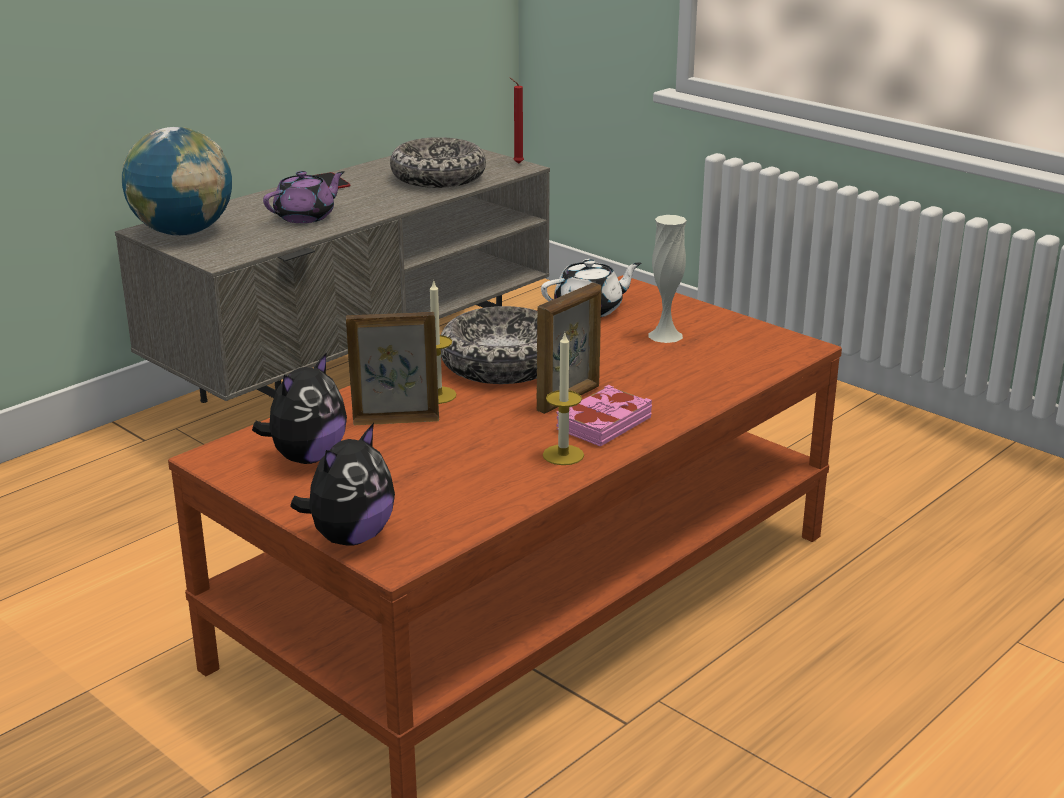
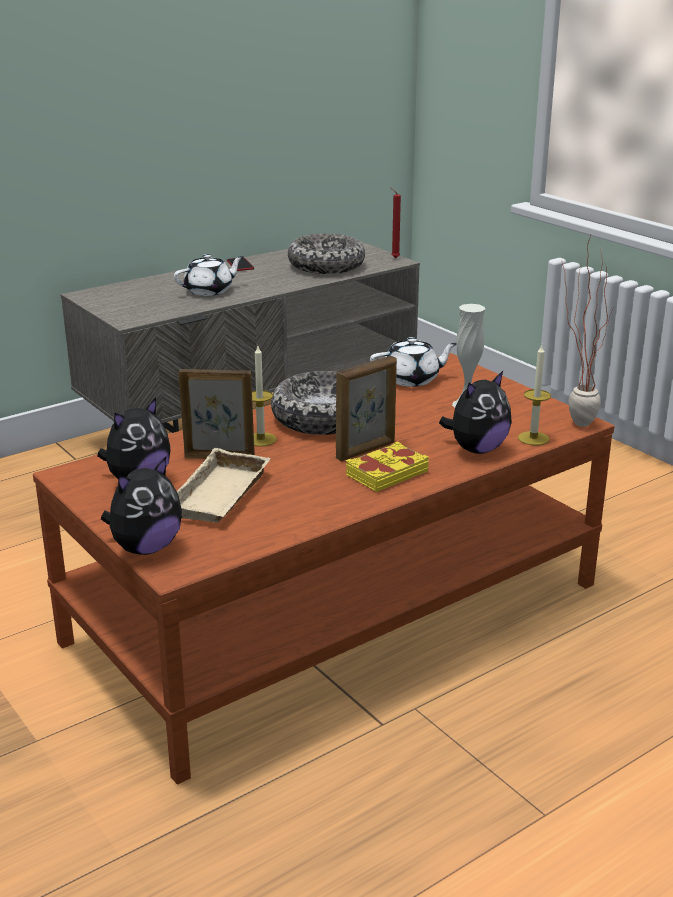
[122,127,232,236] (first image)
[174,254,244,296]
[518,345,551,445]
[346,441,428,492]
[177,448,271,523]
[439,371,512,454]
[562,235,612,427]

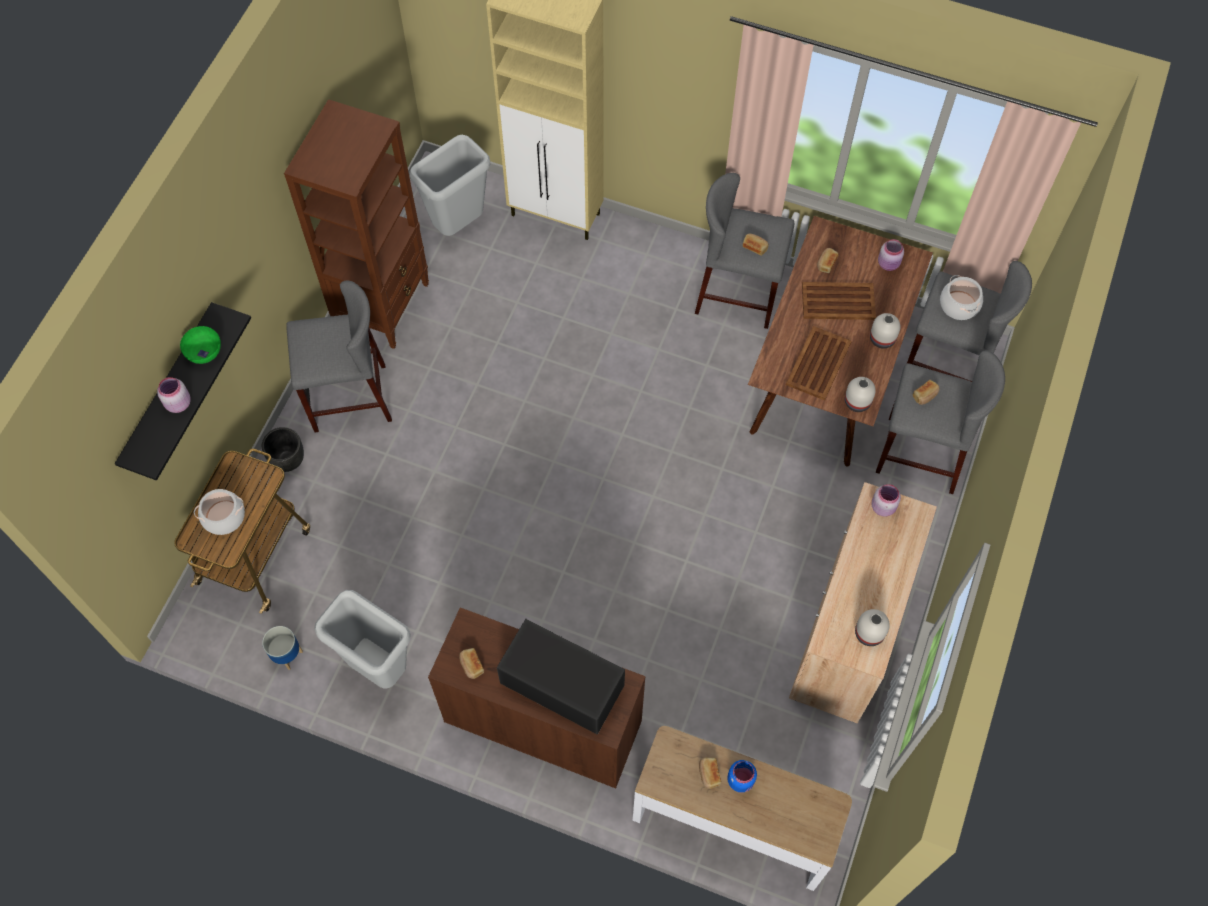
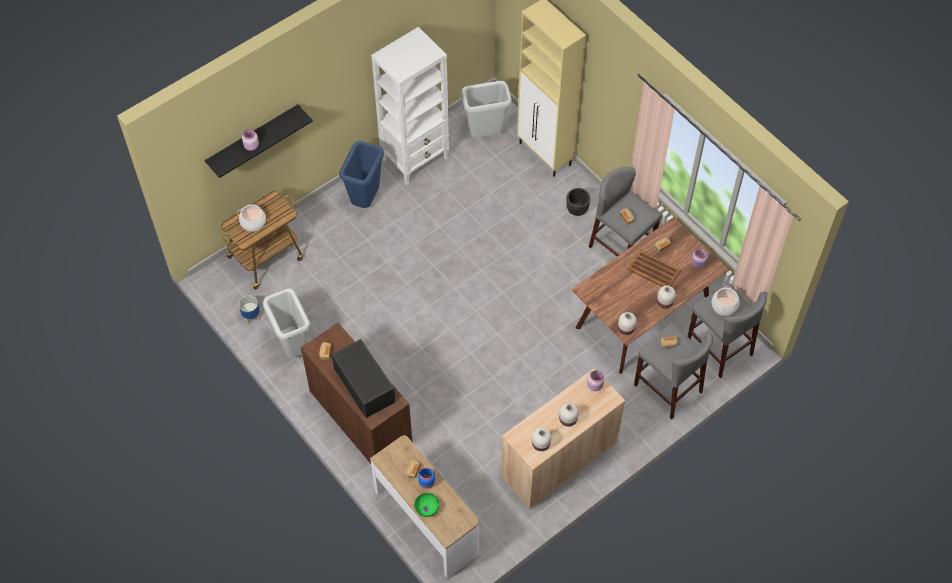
[415,493,439,517]
[566,188,590,216]
[371,27,449,186]
[339,141,384,208]
[786,326,852,400] (first image)
[559,403,579,426]

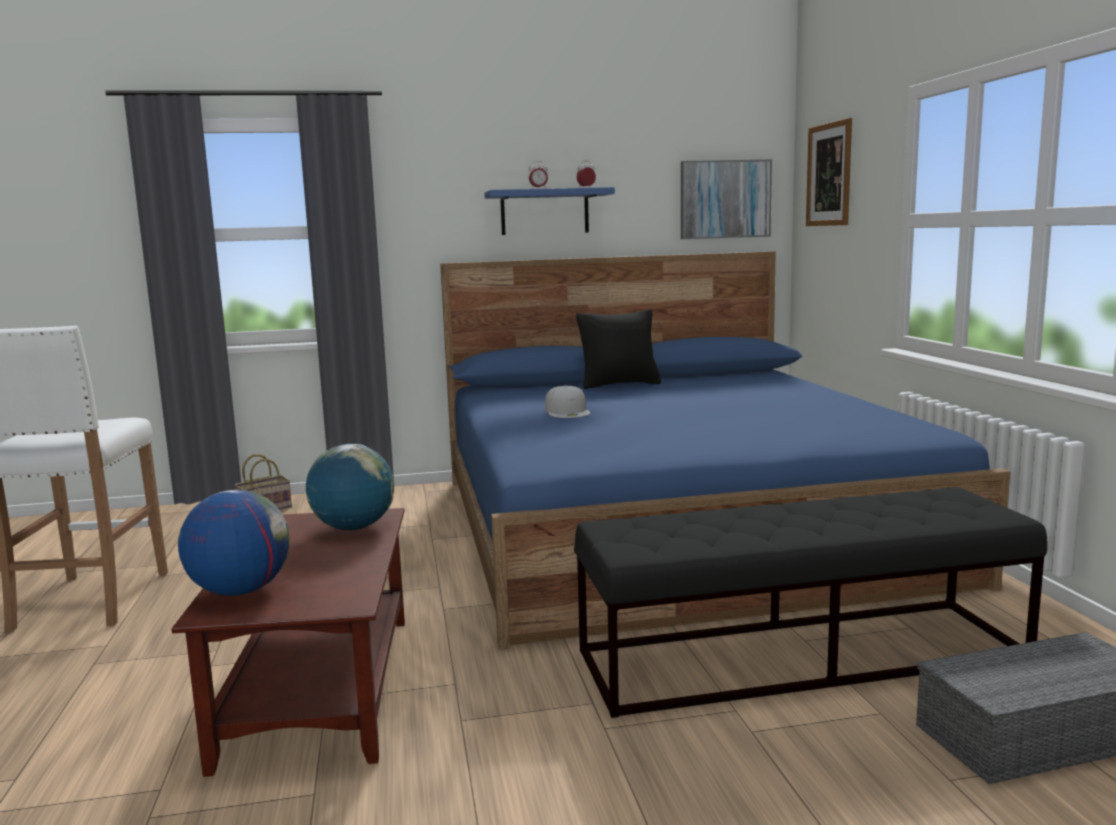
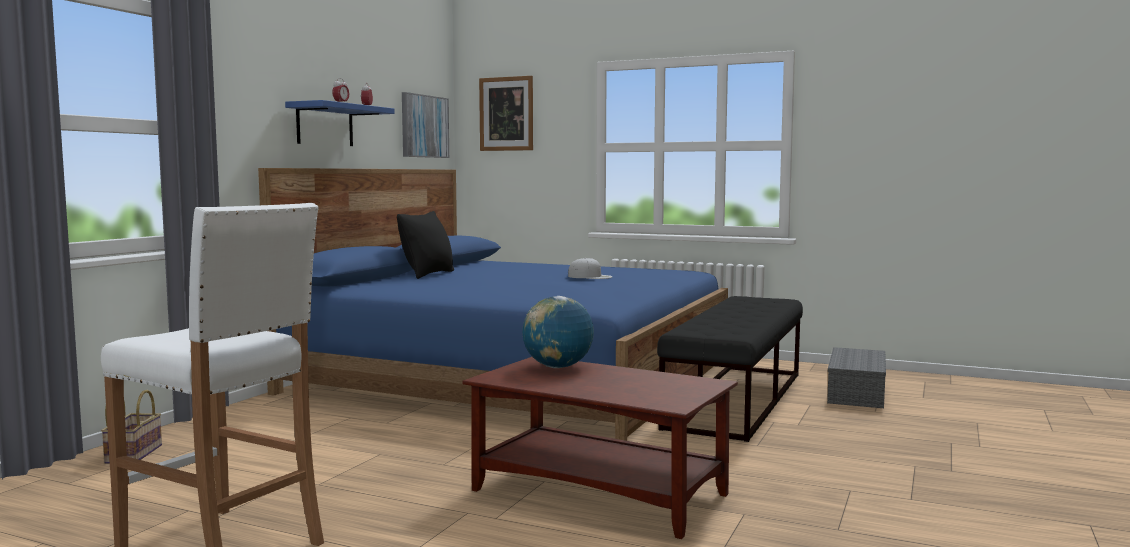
[178,490,290,596] (first image)
[568,258,612,279]

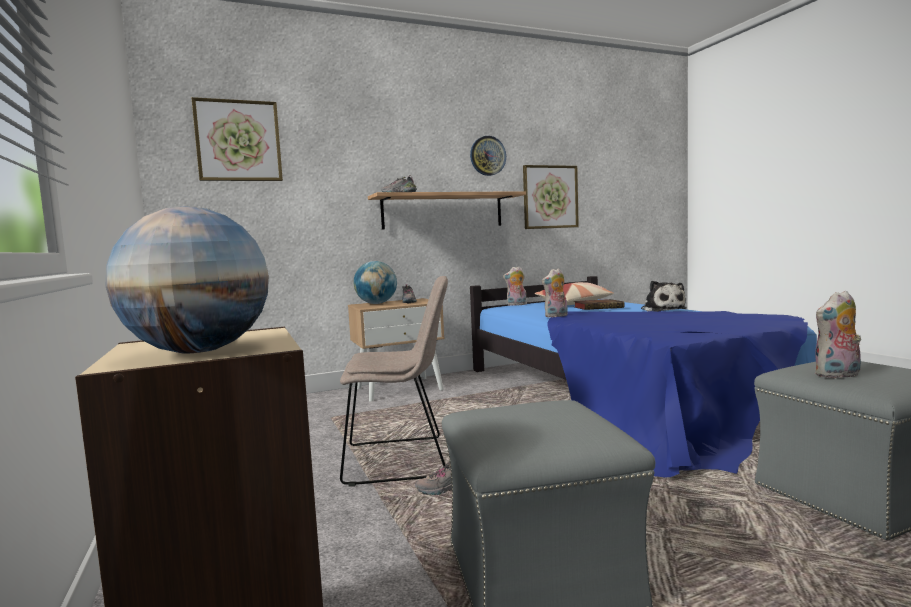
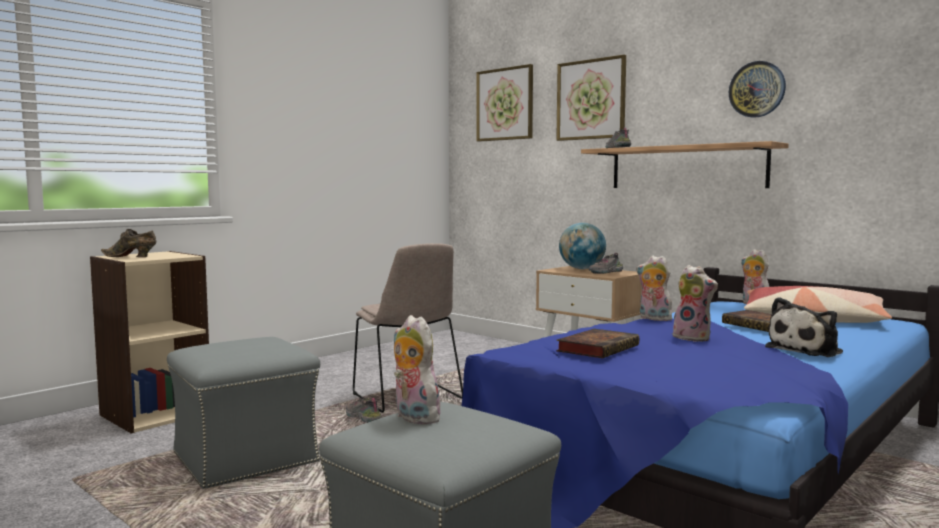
[101,229,157,257]
[556,55,626,141]
[556,329,639,358]
[672,265,718,342]

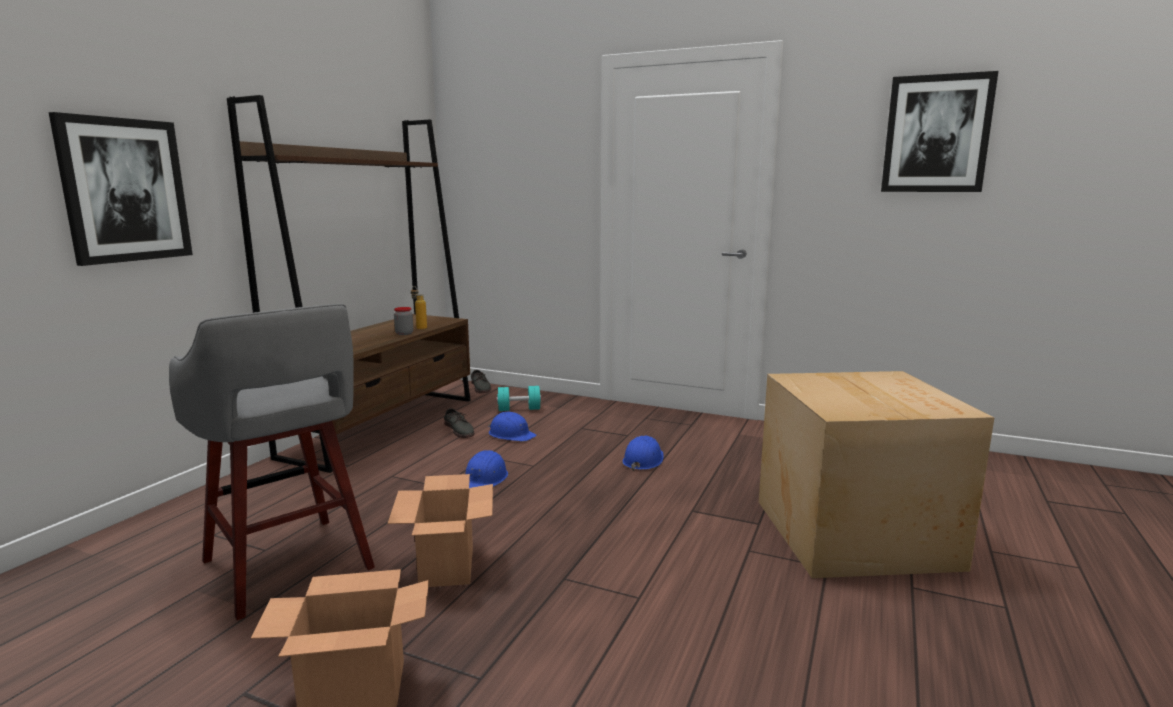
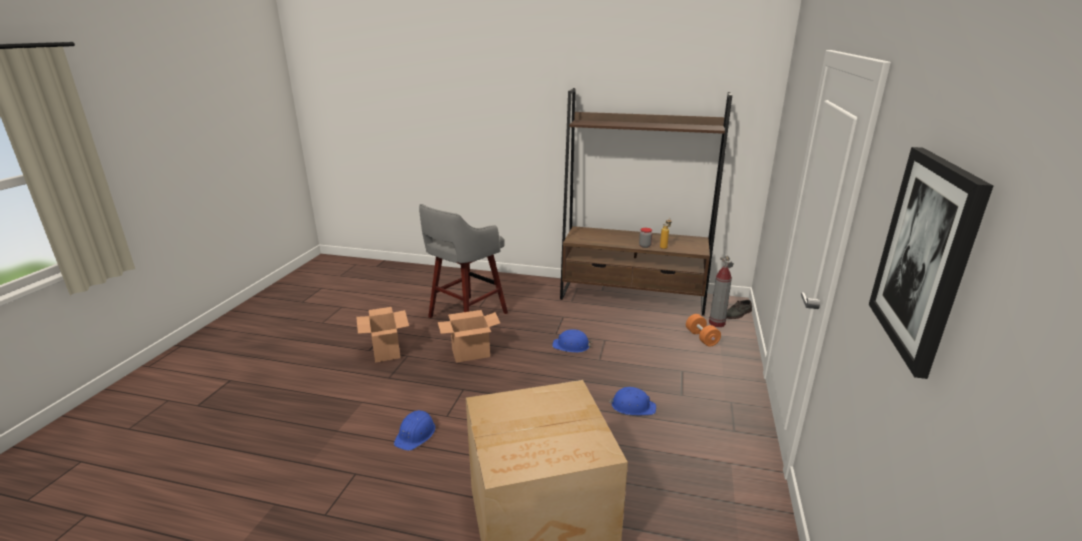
[49,112,193,266] (first image)
[444,408,474,438] (first image)
[394,410,436,451]
[686,314,721,347]
[709,255,734,327]

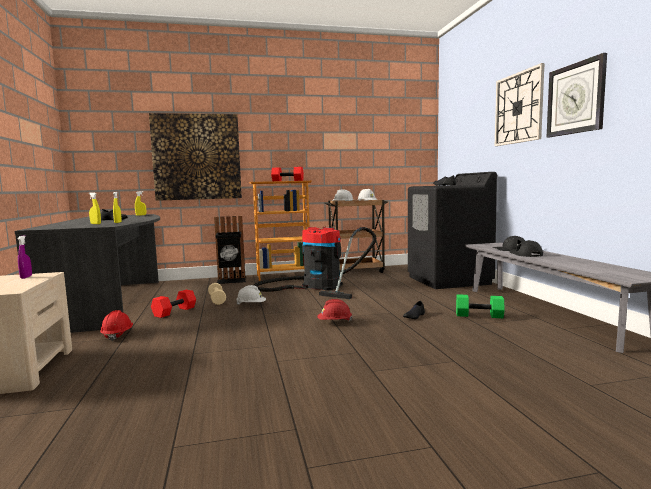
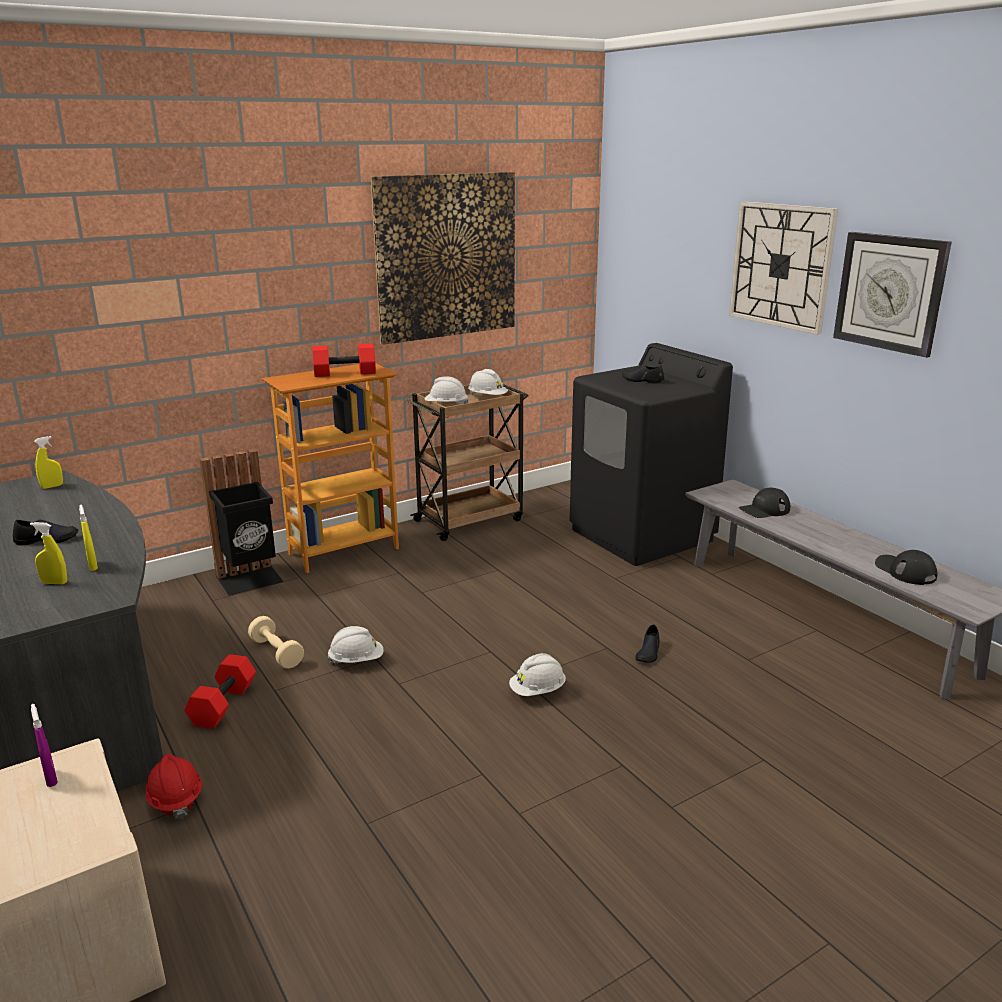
[371,172,515,345]
[254,227,376,299] (first image)
[509,653,566,696]
[456,294,505,318] (first image)
[875,550,937,585]

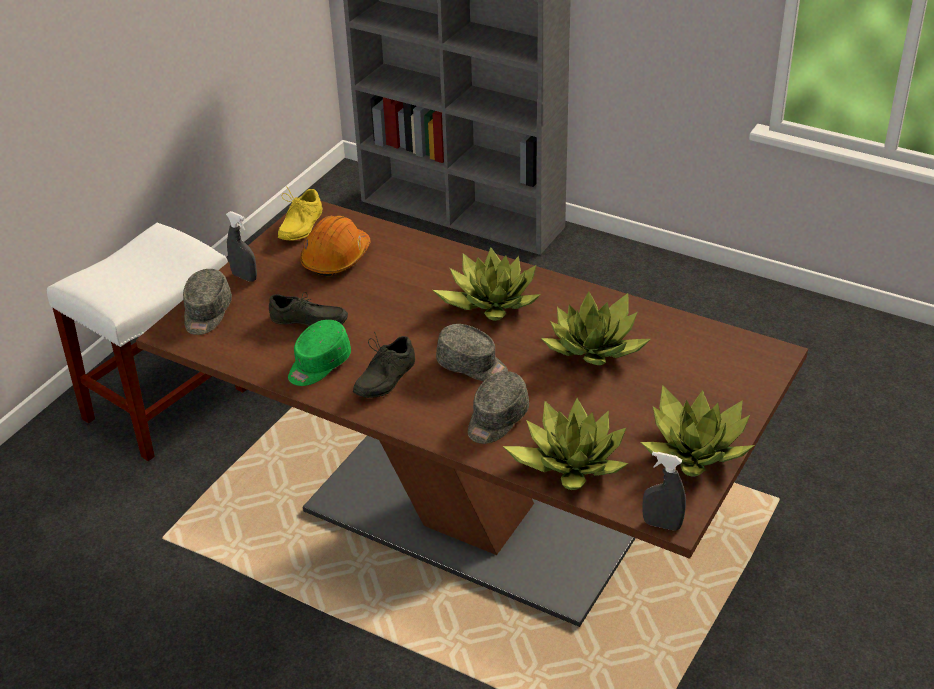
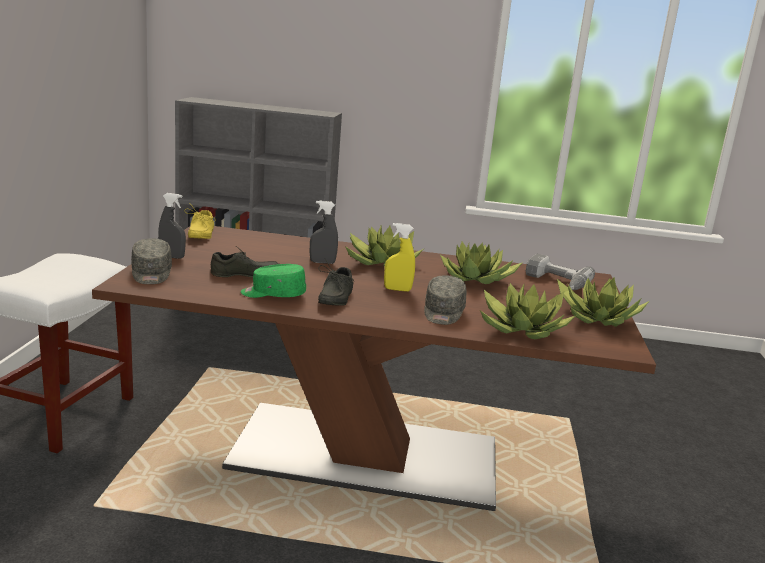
[241,264,306,298]
[300,216,370,276] (first image)
[384,223,415,292]
[310,200,338,264]
[526,254,595,290]

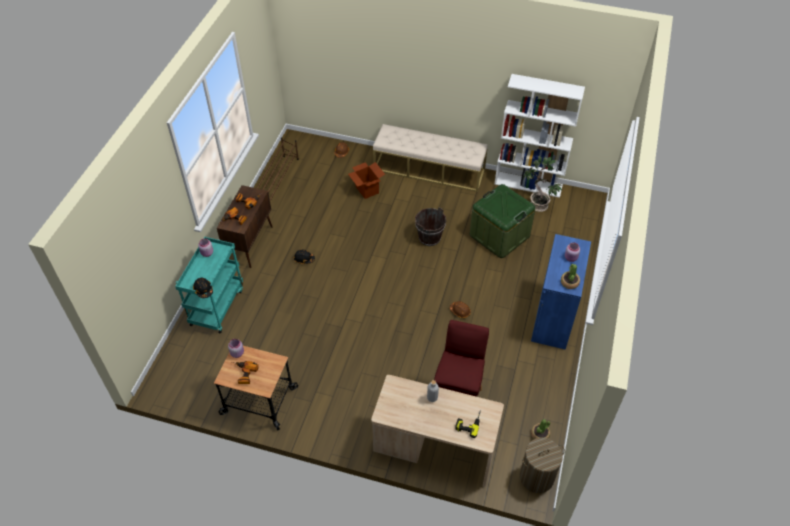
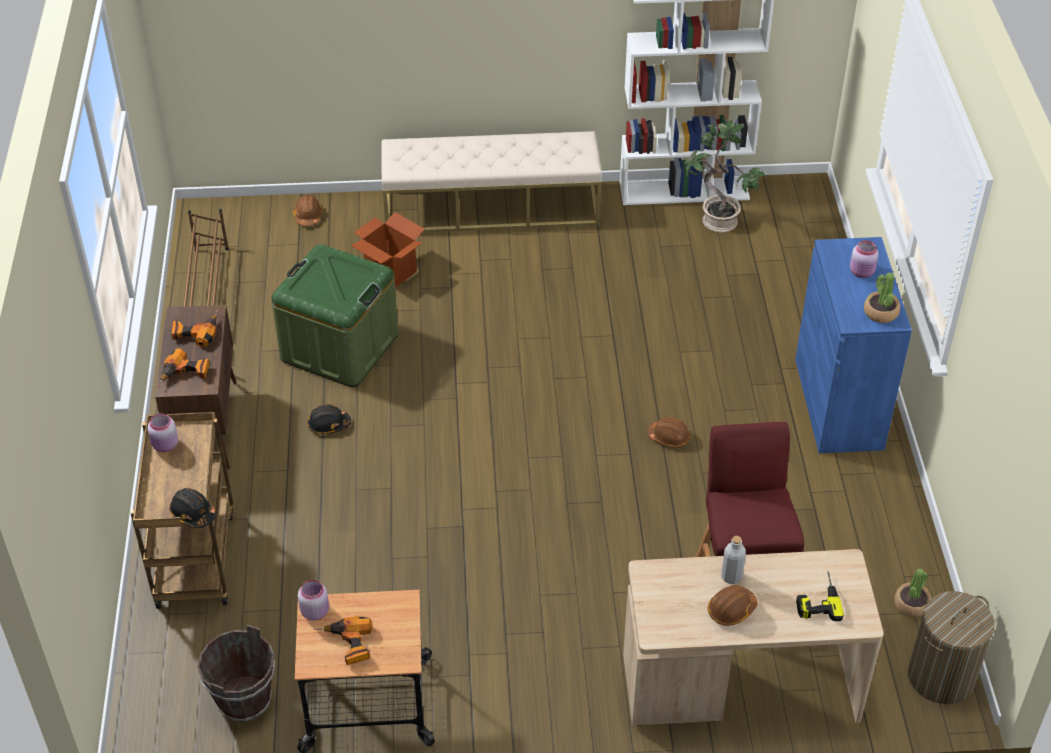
[130,412,233,609]
[197,625,275,722]
[271,244,398,387]
[708,585,757,626]

